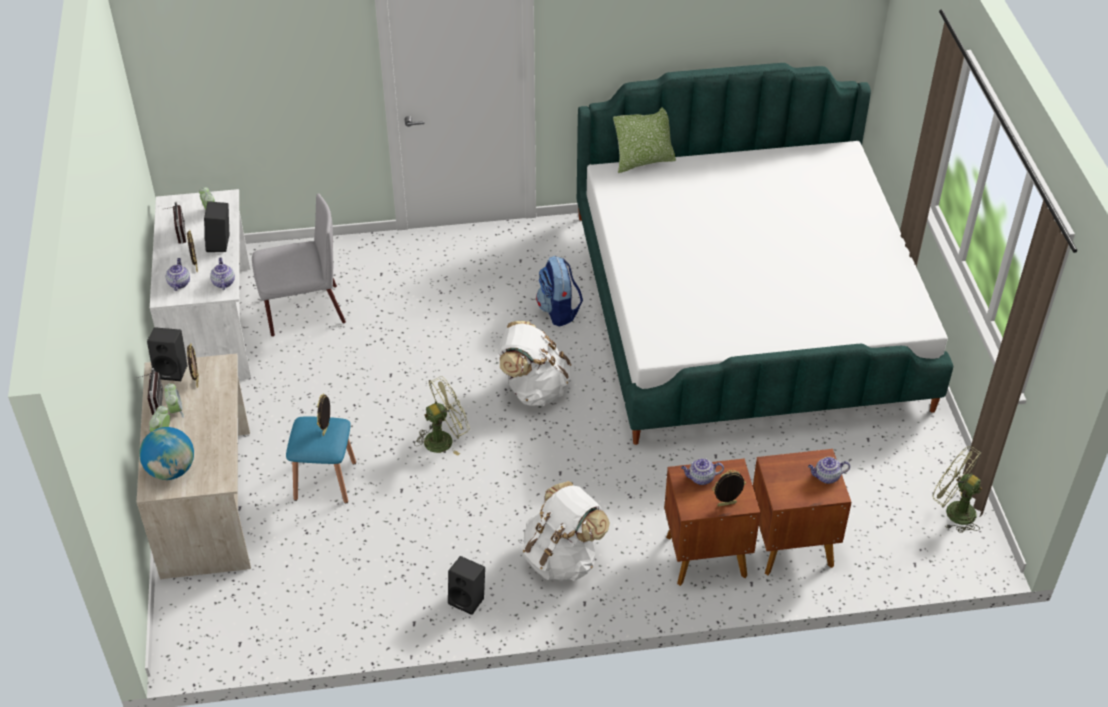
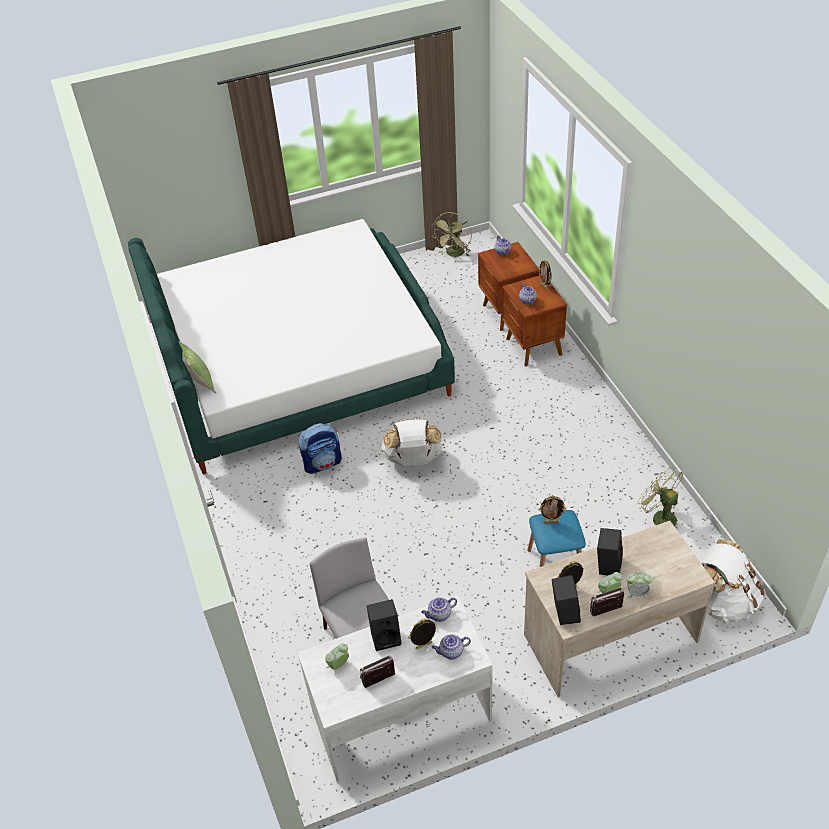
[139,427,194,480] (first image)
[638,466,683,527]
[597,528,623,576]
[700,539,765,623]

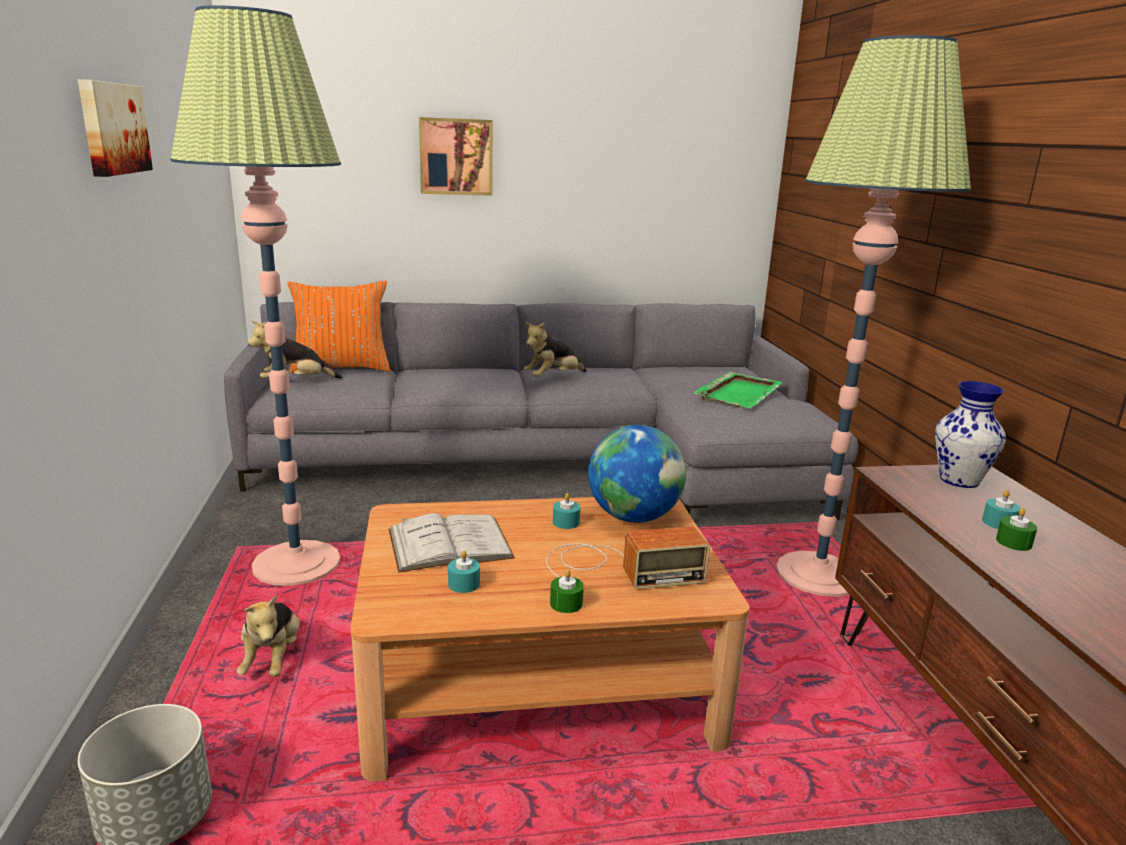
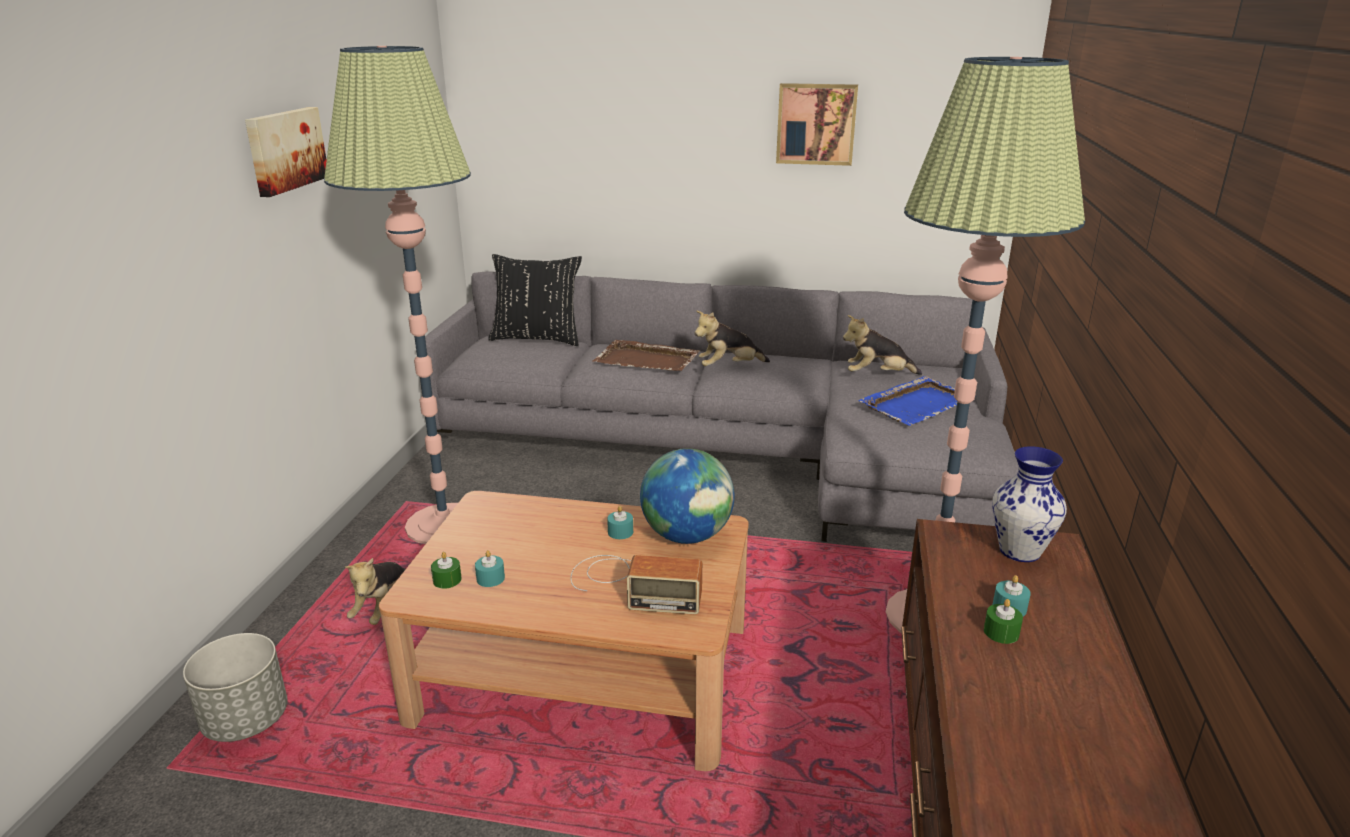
[843,315,922,375]
[488,254,582,346]
[388,513,515,573] (first image)
[776,83,858,166]
[431,552,462,589]
[858,376,976,426]
[592,340,700,371]

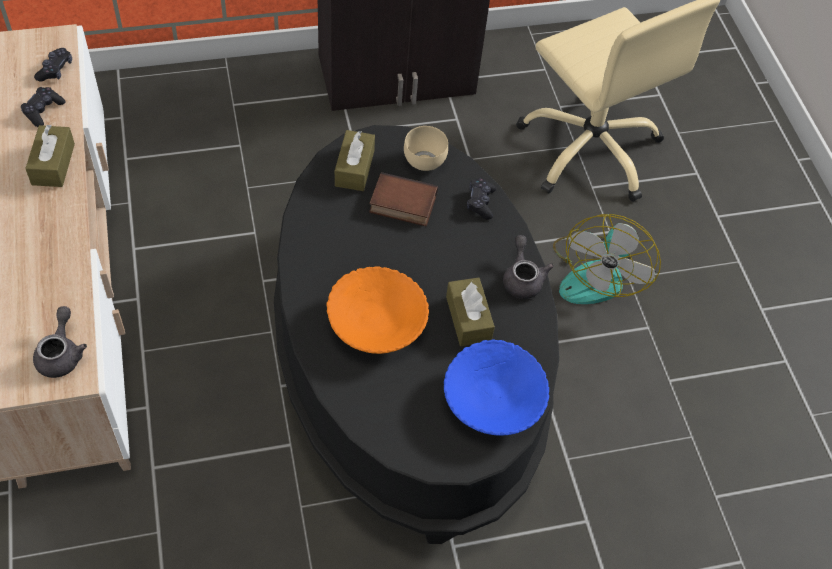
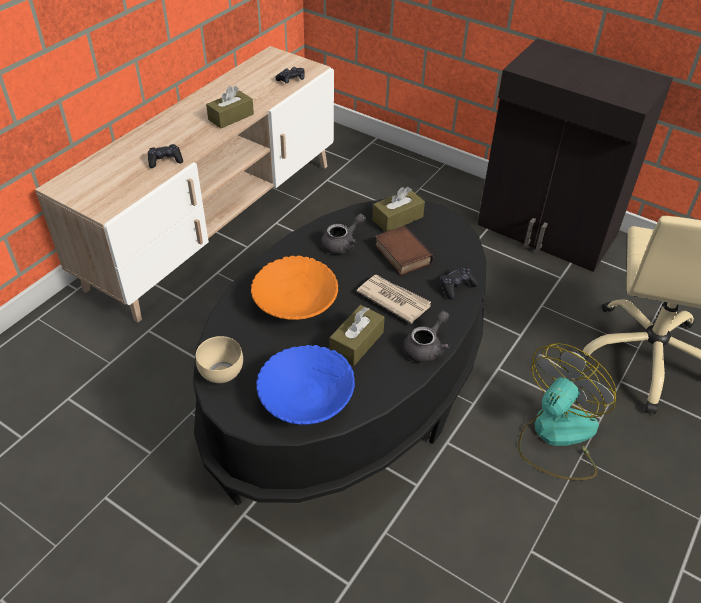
[148,144,183,168]
[321,213,366,254]
[196,336,243,383]
[518,343,616,480]
[357,275,431,324]

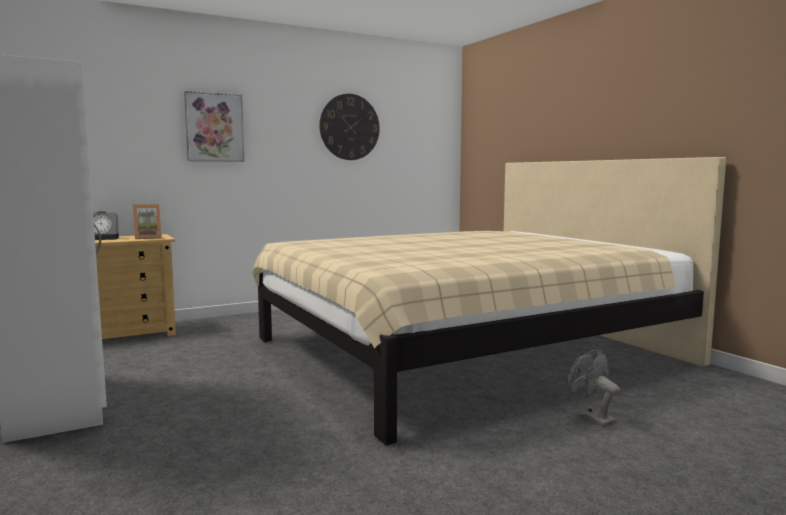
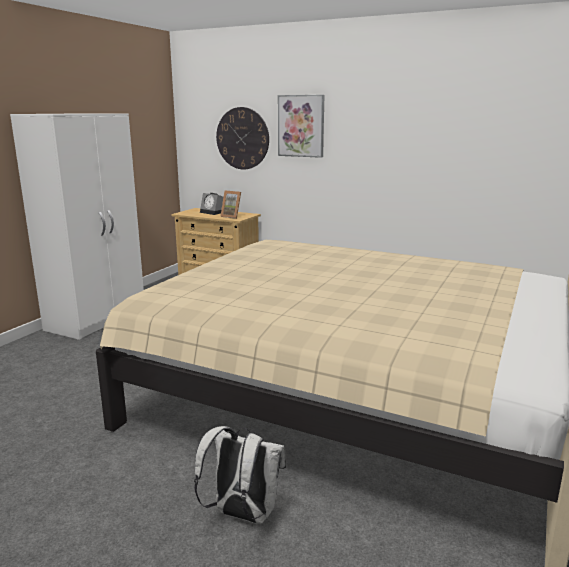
[216,107,269,169]
[194,426,286,524]

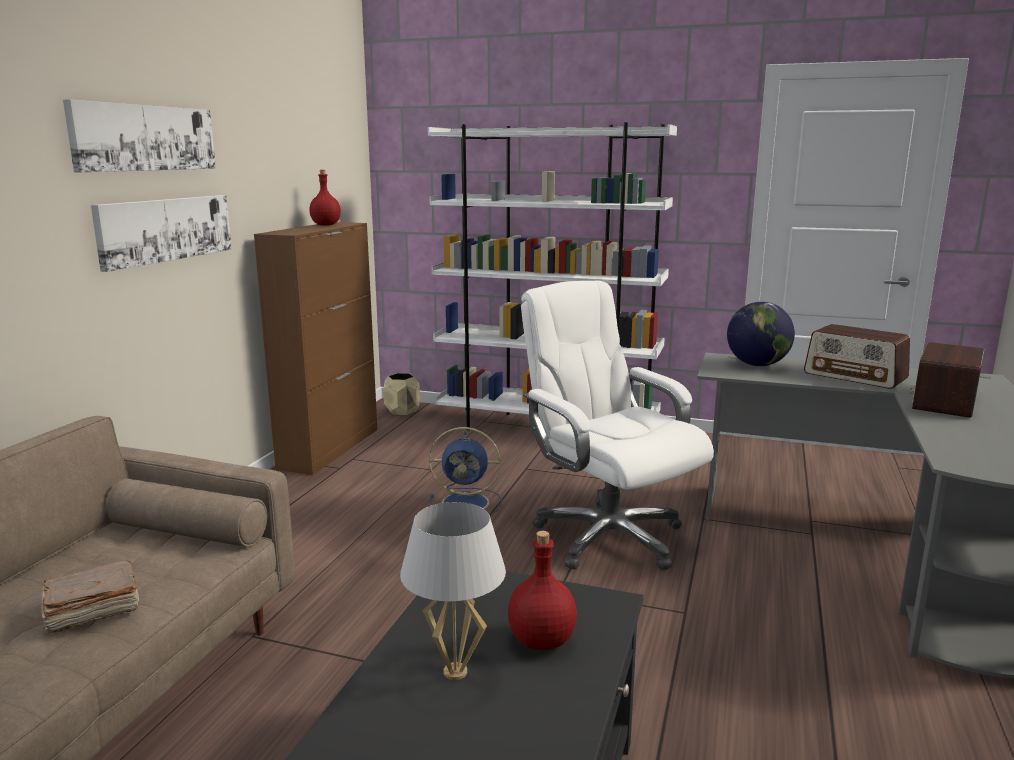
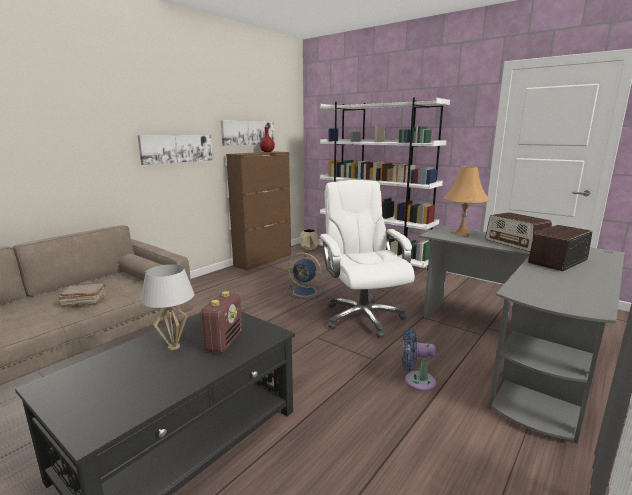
[221,120,274,146]
[200,291,242,353]
[443,166,489,236]
[402,328,436,391]

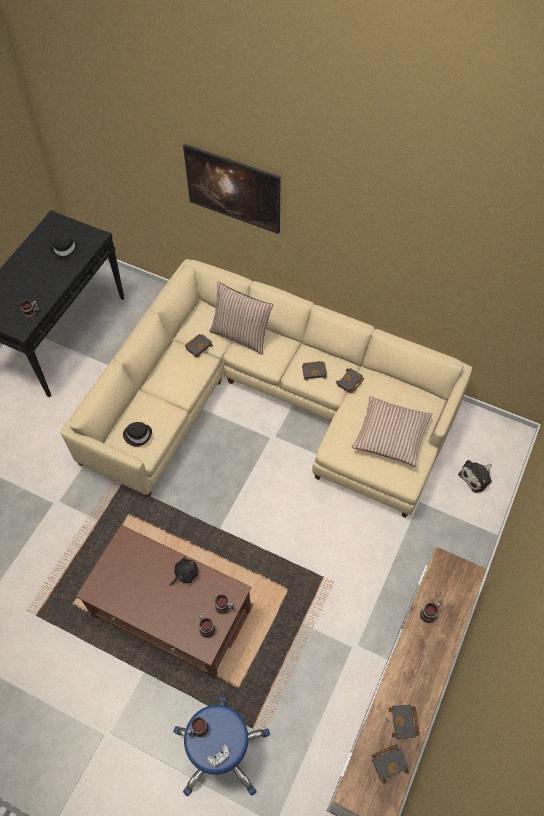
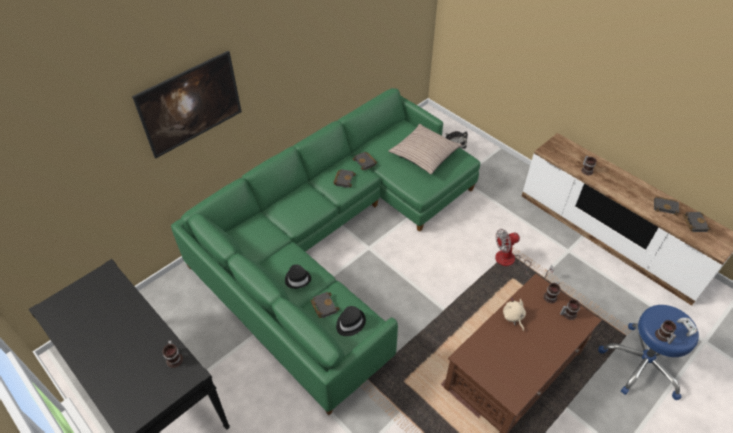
[285,264,311,289]
[171,88,480,415]
[503,298,526,331]
[311,292,339,318]
[209,282,273,355] (first image)
[495,229,554,279]

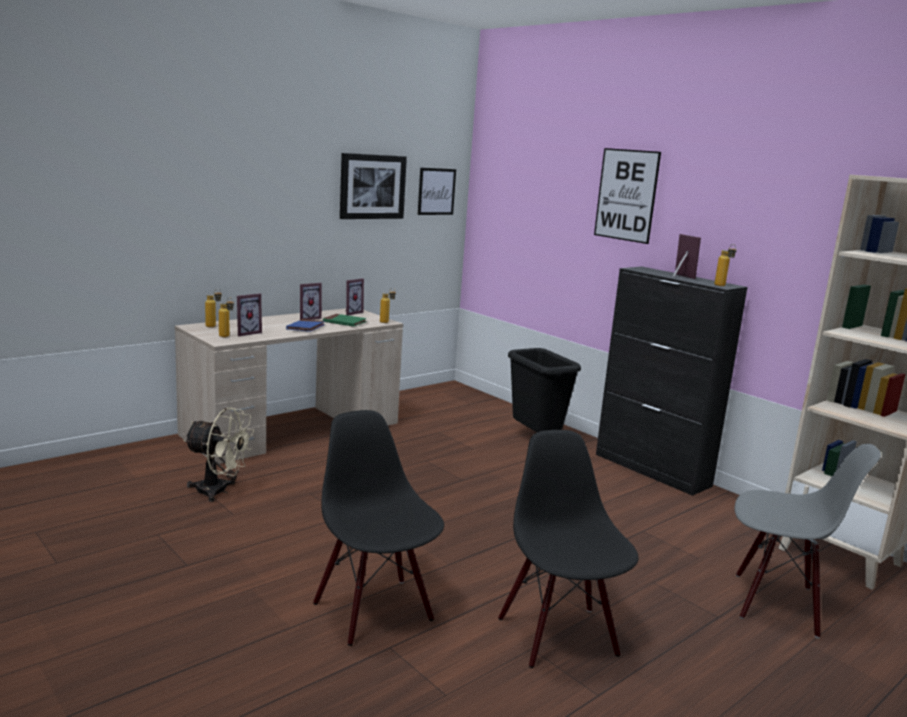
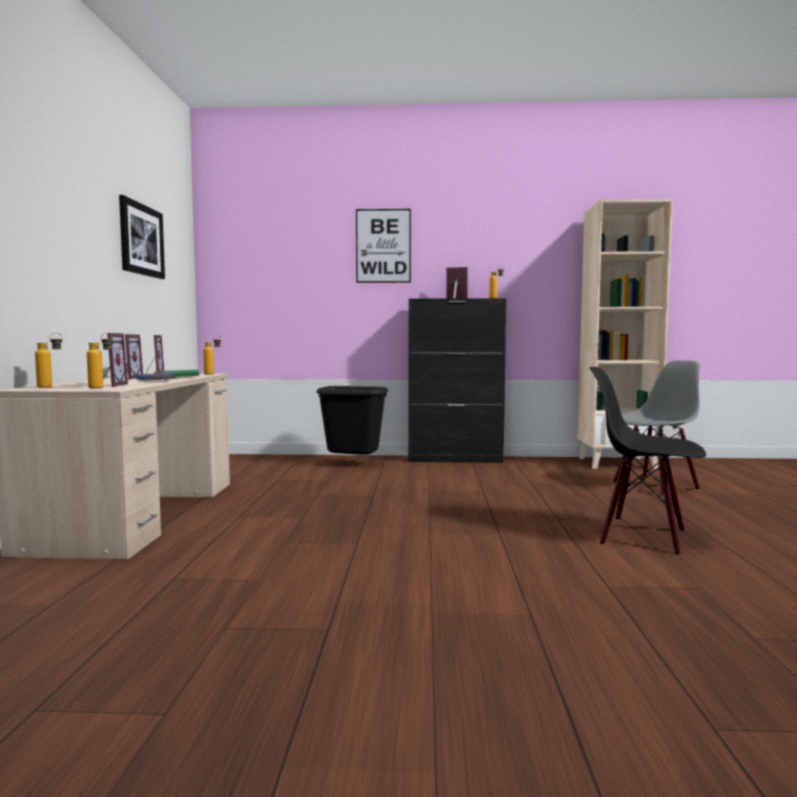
[184,407,254,502] (first image)
[313,410,444,646] (first image)
[418,168,456,215] (first image)

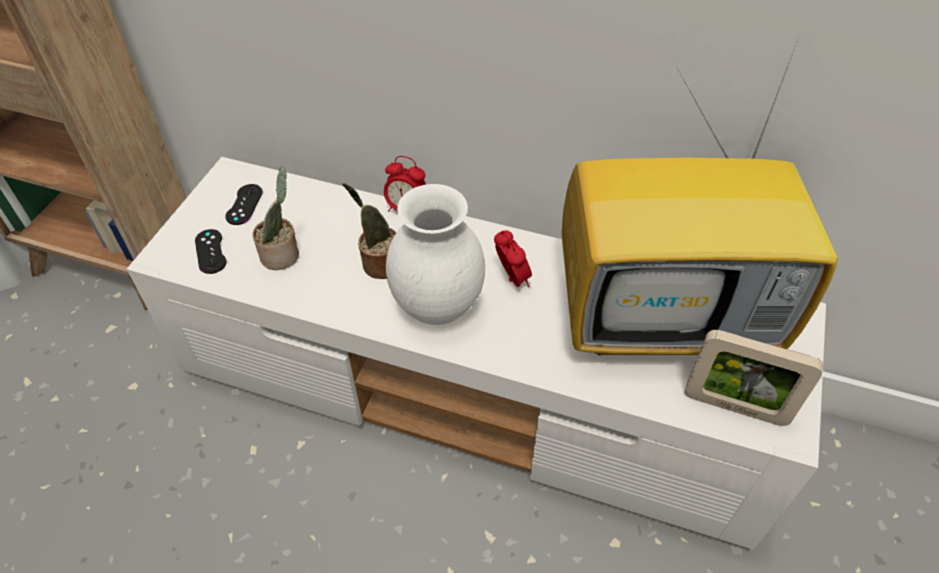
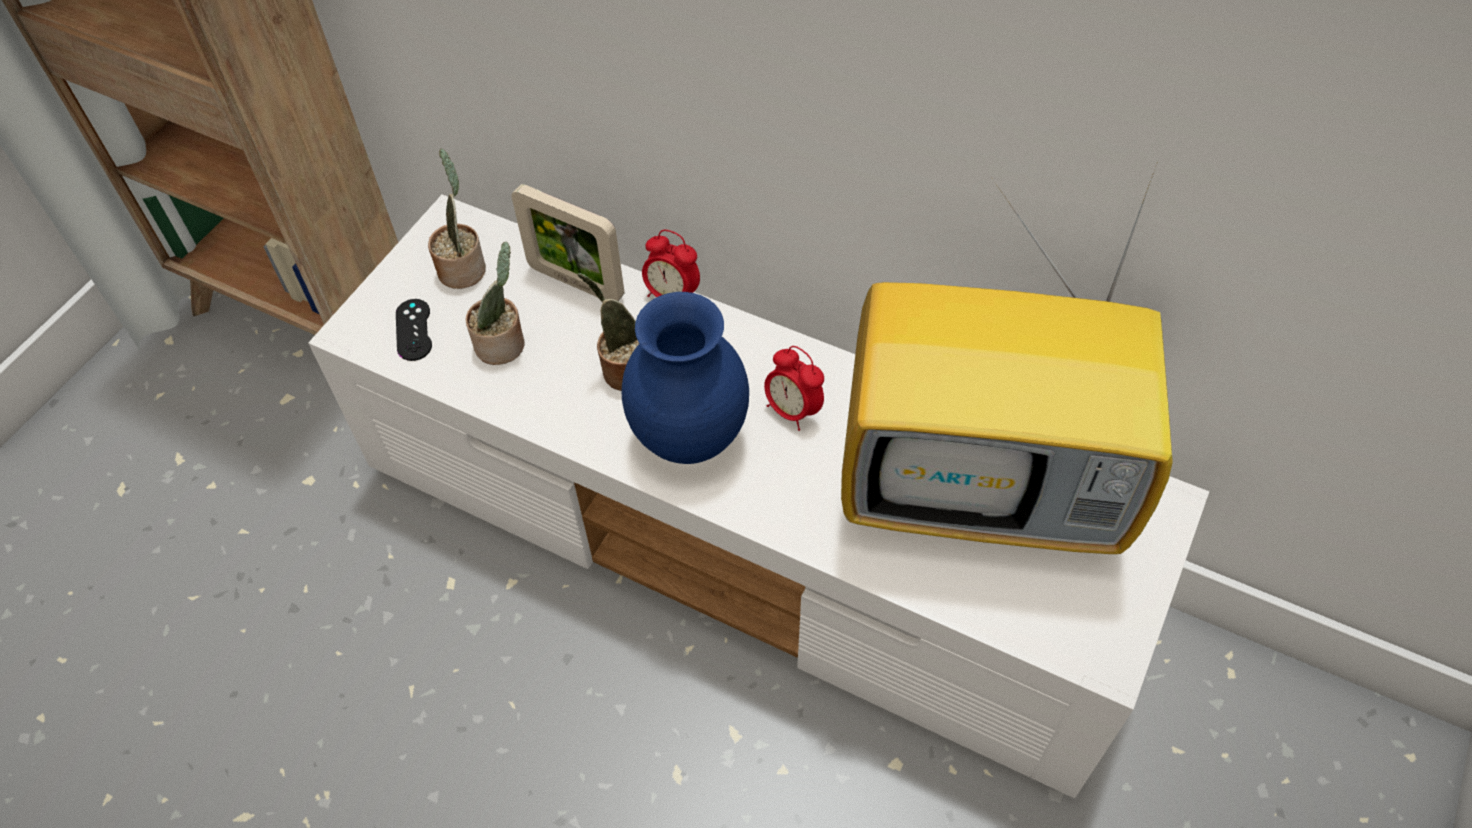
[428,149,486,289]
[621,292,749,464]
[764,346,824,431]
[511,184,625,301]

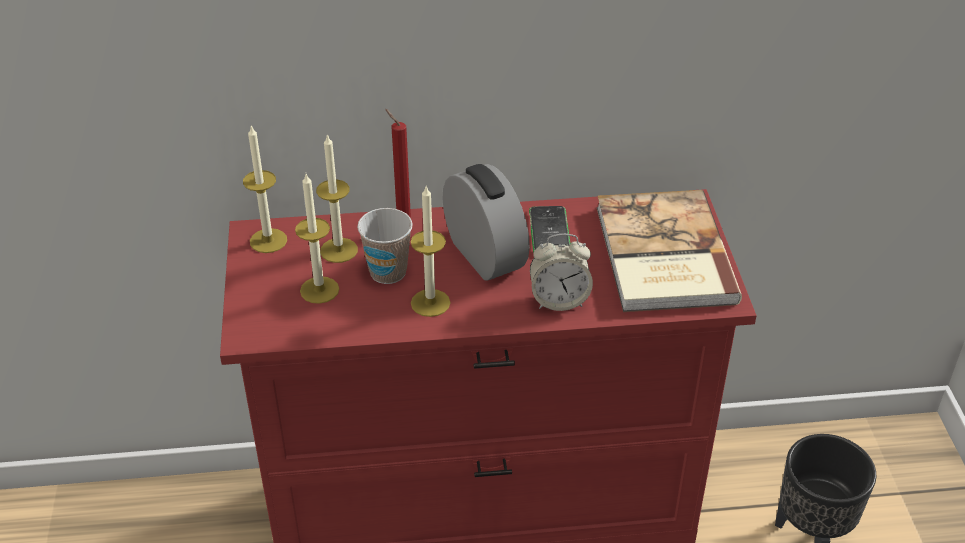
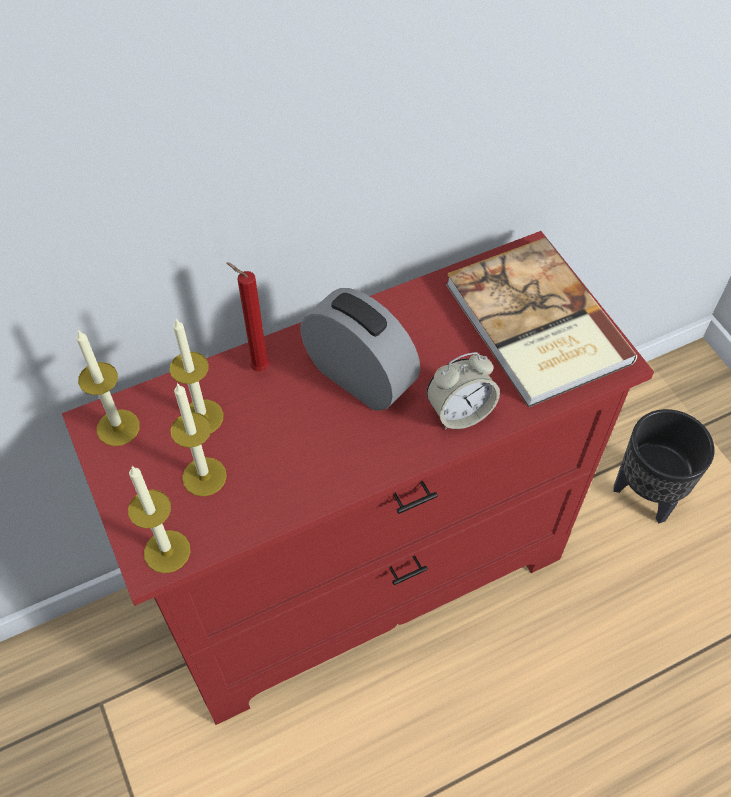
[357,208,412,284] (first image)
[128,466,190,573]
[529,206,570,253] (first image)

